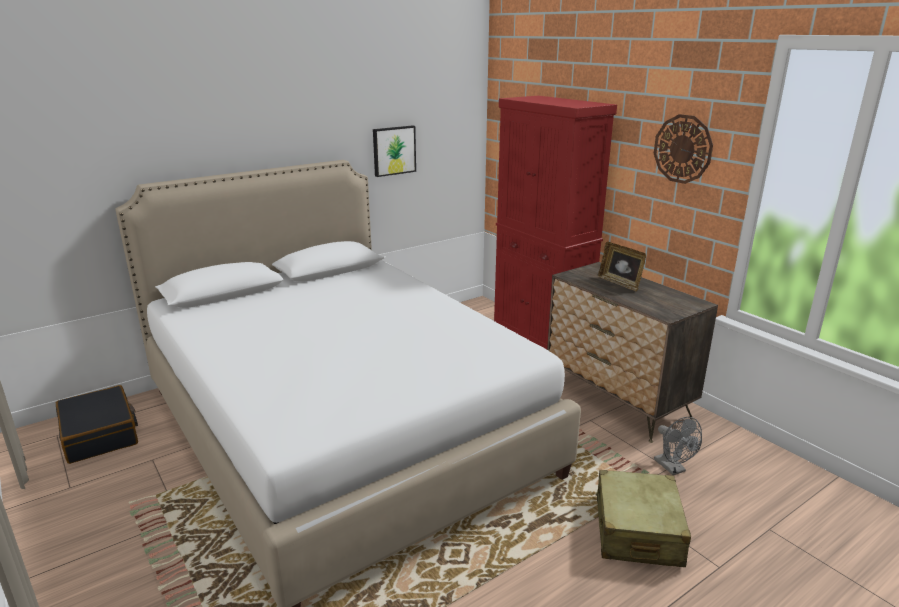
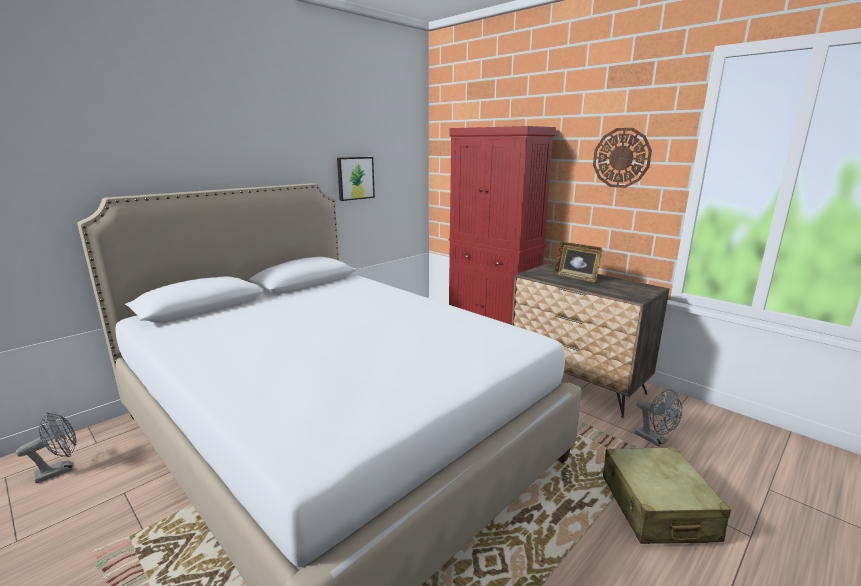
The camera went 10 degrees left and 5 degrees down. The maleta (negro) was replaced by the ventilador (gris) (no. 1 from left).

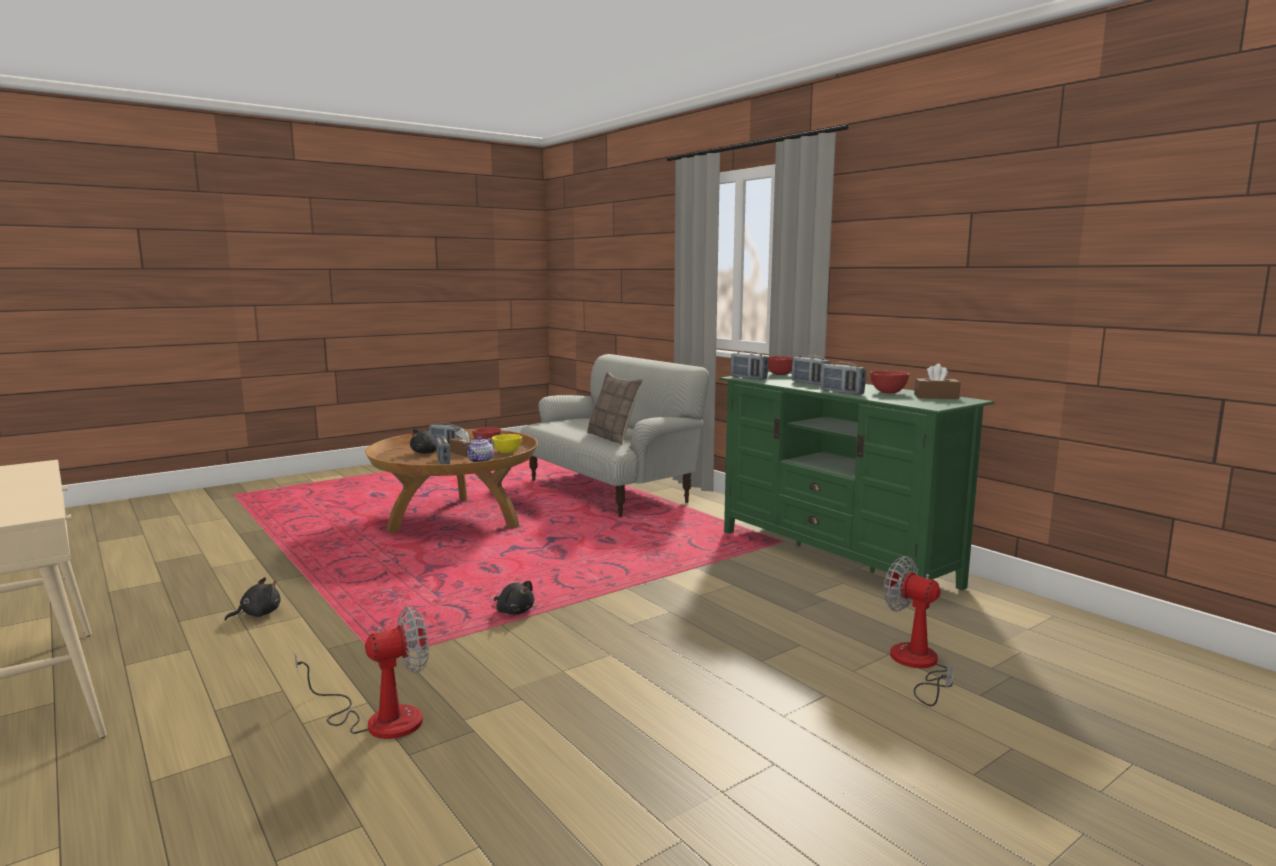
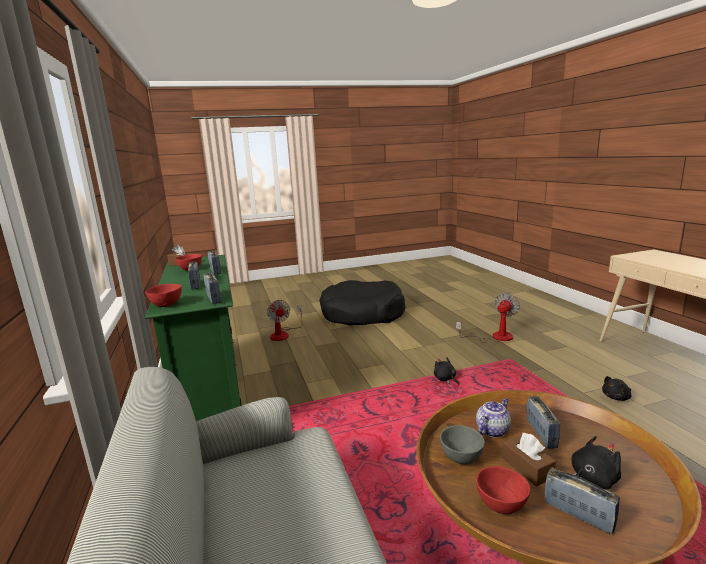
The camera went 160 degrees left and 5 degrees up. The cama para perro (negro) appeared. The cuenco (amarillo) became the cuenco (gris). The ventilador (no. 1 from left in the first image) turned 135 degrees clockwise. The cojín disappeared.

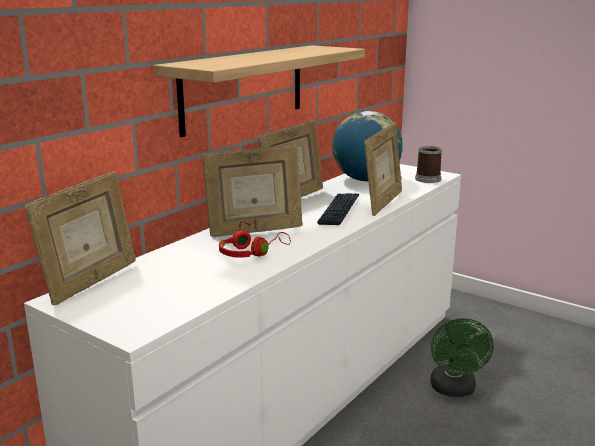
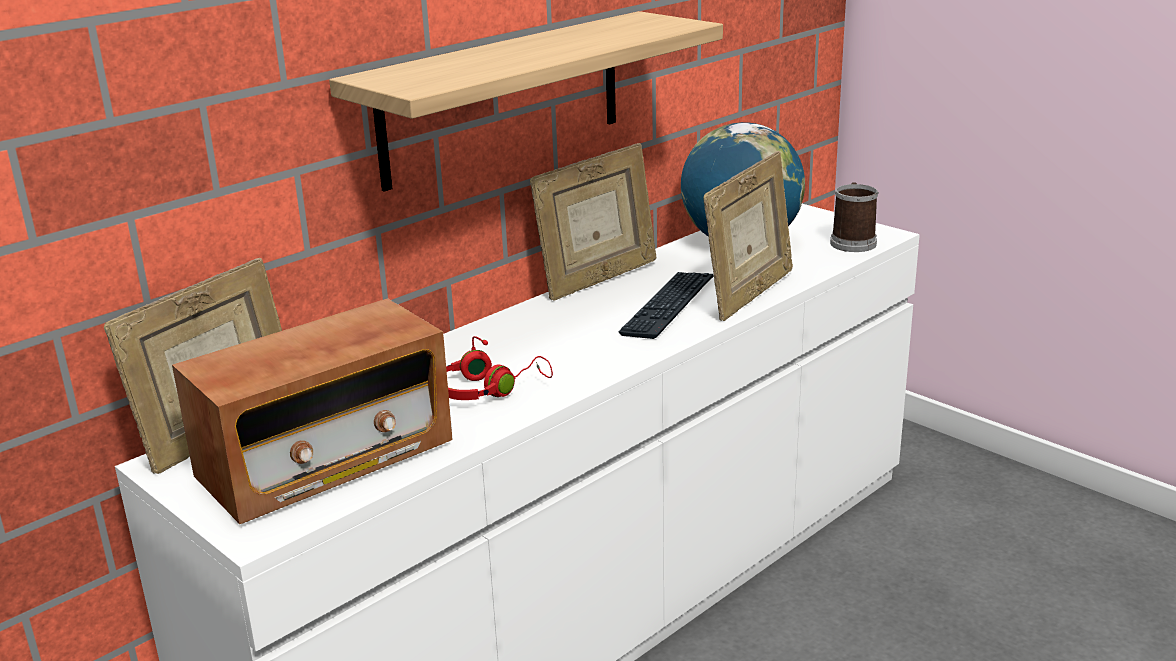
The camera went 10 degrees right and 5 degrees up. The radio appeared. The portarretratos (no. 2 from left) disappeared. The ventilador (verde) disappeared.

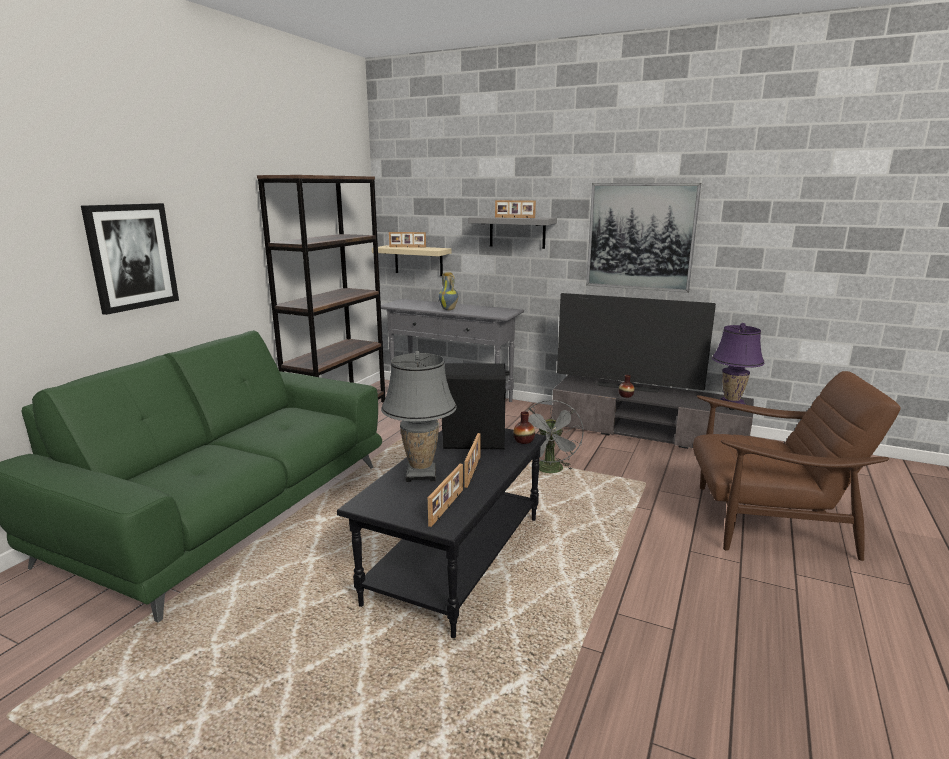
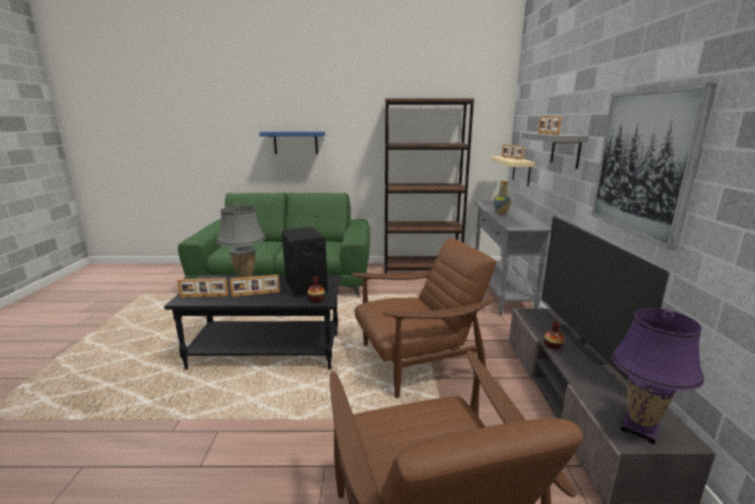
The camera went 65 degrees right and 0 degrees up. The cuadro (no. 1 from left) was replaced by the estante (azul). The ventilador (gris) was replaced by the sillón (marrón) (no. 1 from left).

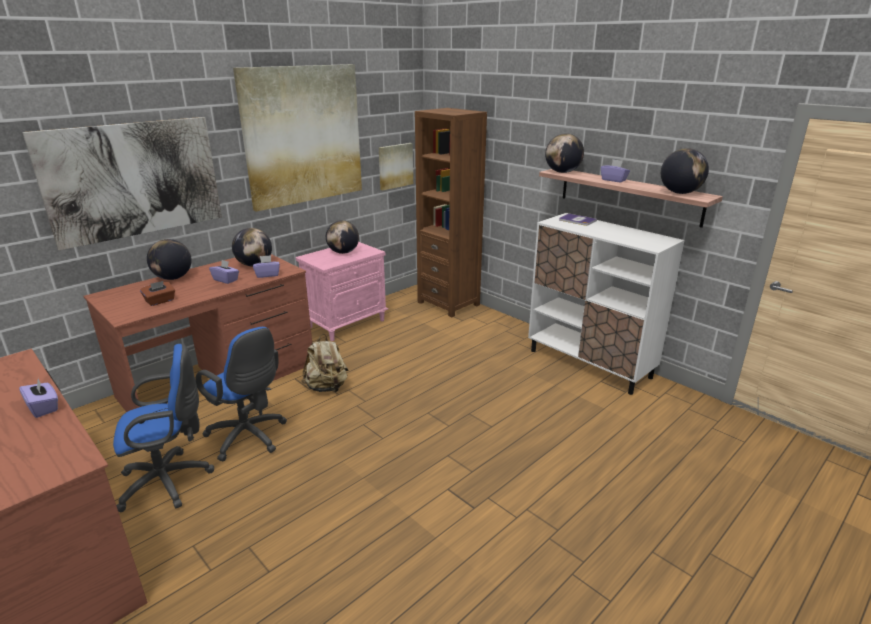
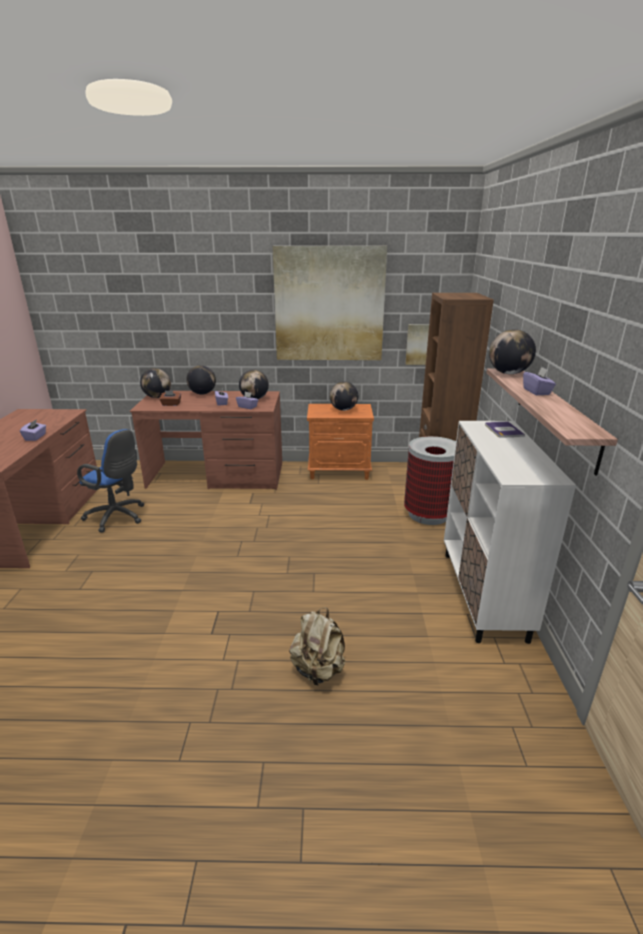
The camera went 45 degrees right and 0 degrees up. The globo terráqueo (no. 5 from left in the first image) moved. The mochila (beis) moved. The mesita de noche (rosa) became the mesita de noche (naranja). The papelera appeared. The cuadro (no. 1 from left) disappeared. The silla de oficina (azul) (no. 2 from left) disappeared.

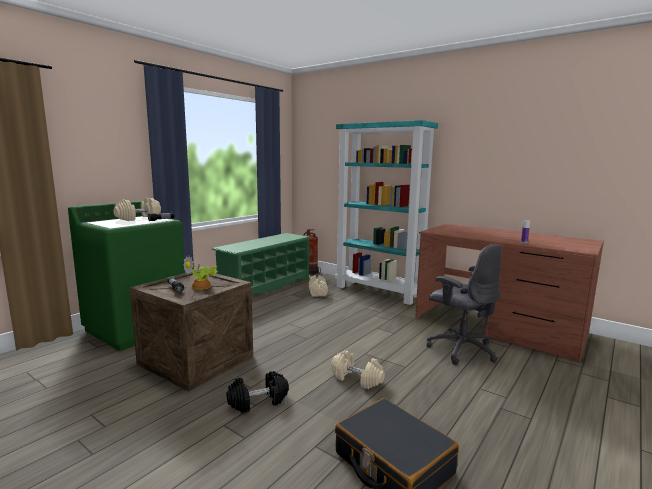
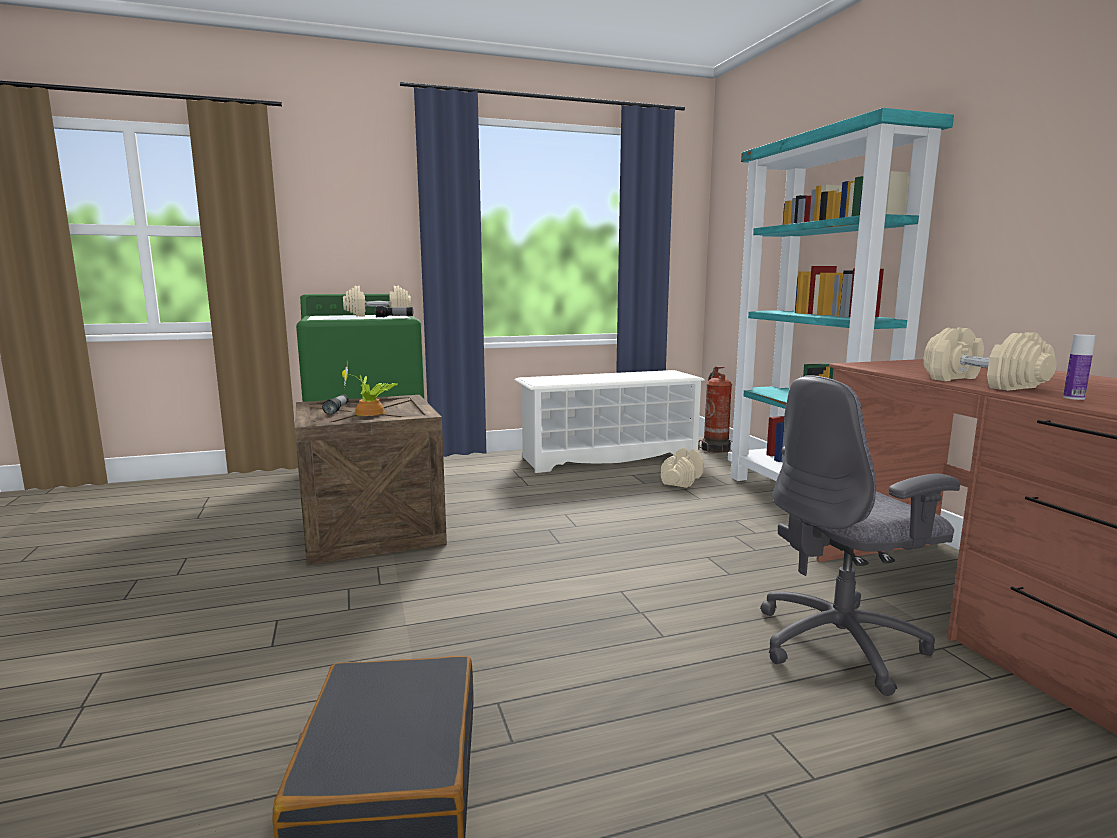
The camera went 35 degrees right and 0 degrees up. The zapatero (verde) became the zapatero (blanco). The silla de oficina (gris) turned 75 degrees clockwise. The mancuerna (beis) (no. 3 from left) moved. The mancuerna (negro) disappeared.

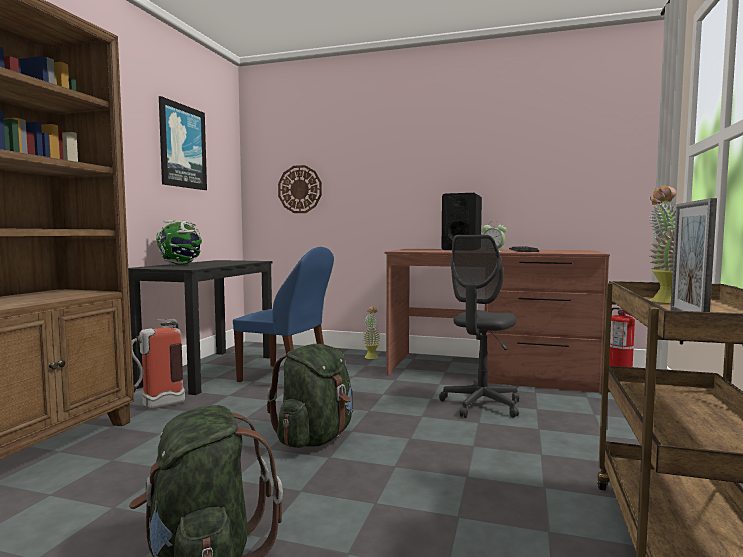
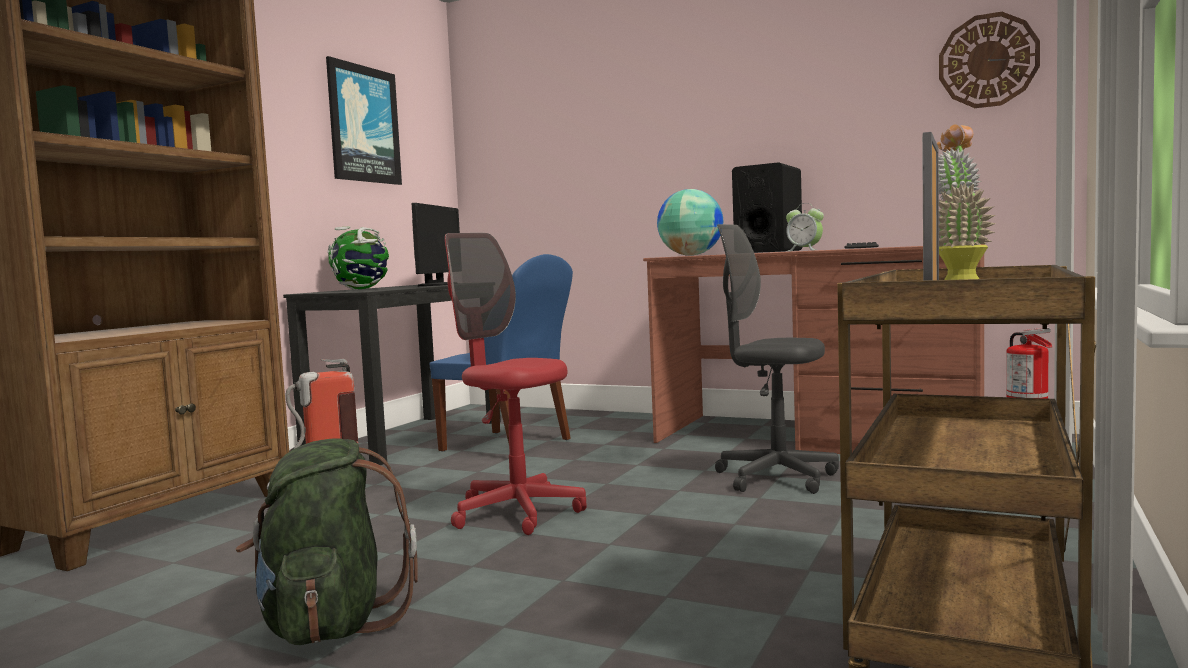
The camera went 10 degrees right and 0 degrees up. The monitor appeared. The mochila (verde) (no. 2 from left) was replaced by the silla de oficina (rojo). The globo terráqueo (no. 2 from left) appeared. The silla de oficina (gris) turned 75 degrees clockwise. The reloj de pared moved. The planta en maceta (no. 1 from left) disappeared.

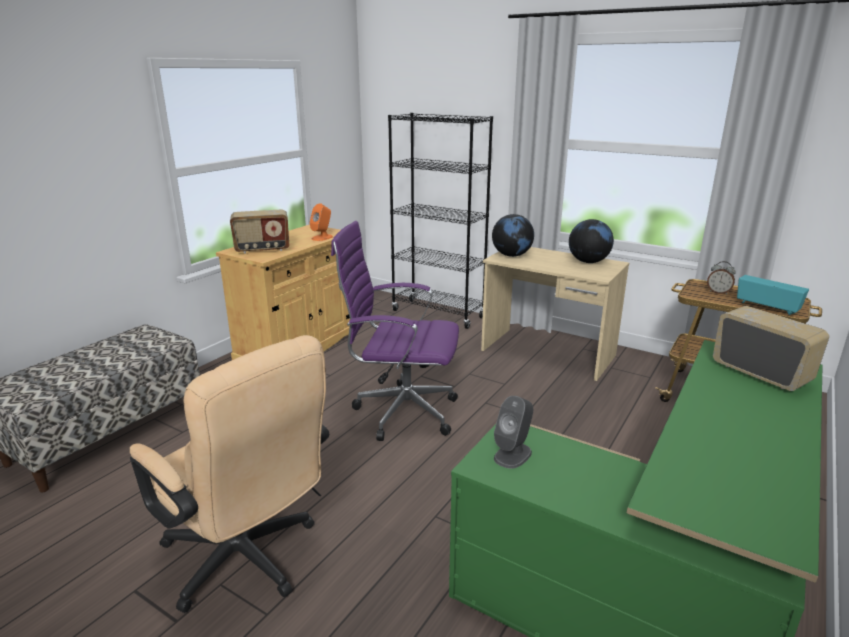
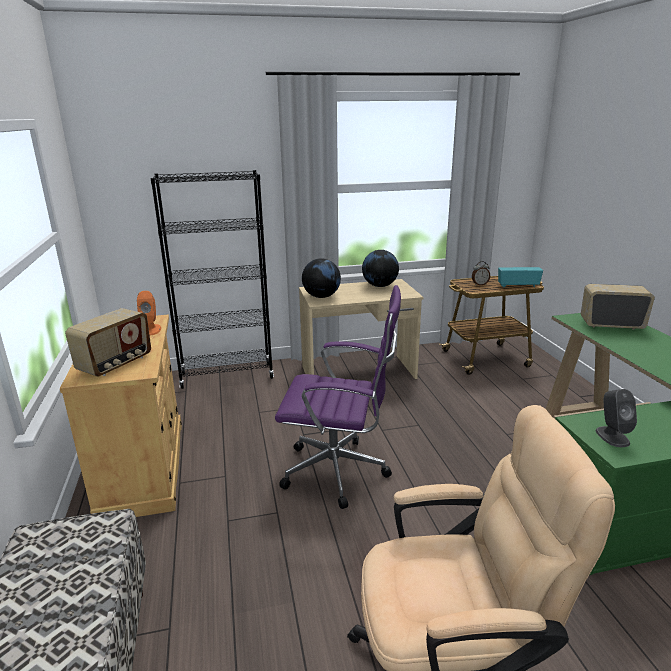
The camera went 45 degrees left and 0 degrees up. The silla de oficina (morado) turned 135 degrees counterclockwise.

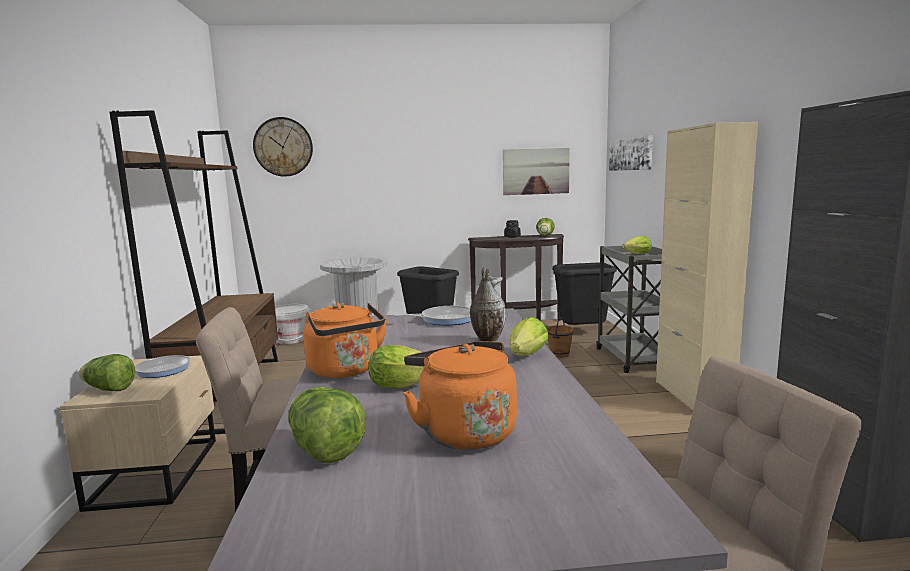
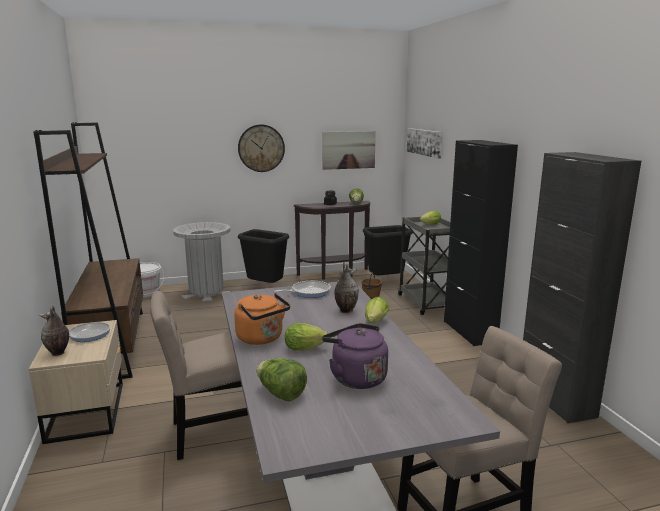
The camera went 10 degrees left and 5 degrees up. The lechuga (no. 1 from left) was replaced by the florero (no. 1 from left). The reloj de pared moved. The hervidor (naranja) (no. 2 from left) became the hervidor (morado). The armario (beis) became the armario (negro) (no. 1 from left).

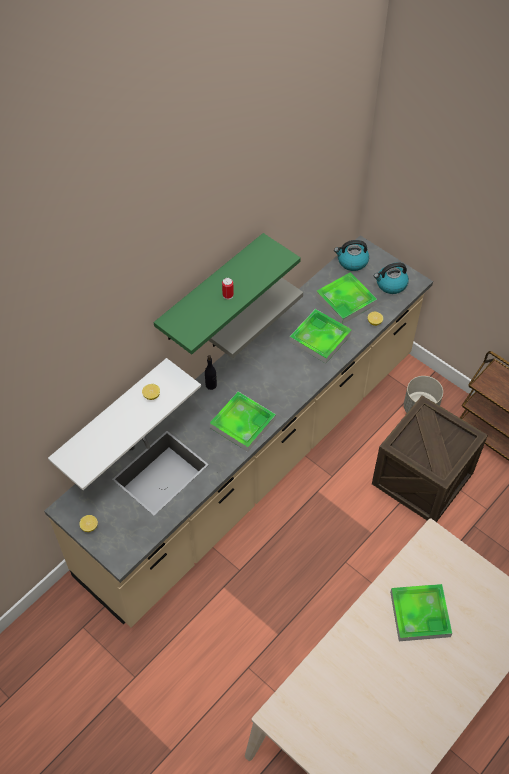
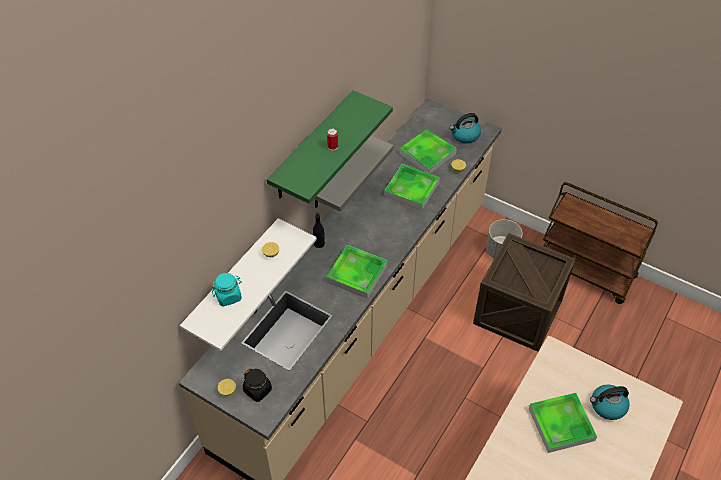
The camera went 10 degrees left and 5 degrees down. The tarro (turquesa) appeared. The tarro (negro) appeared. The hervidor (no. 1 from left in the first image) moved.

